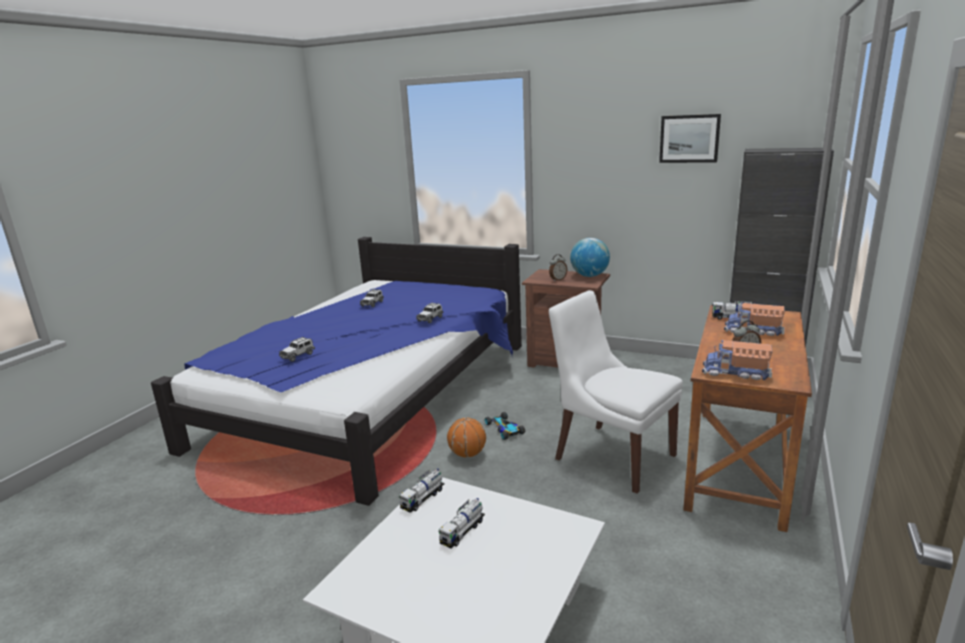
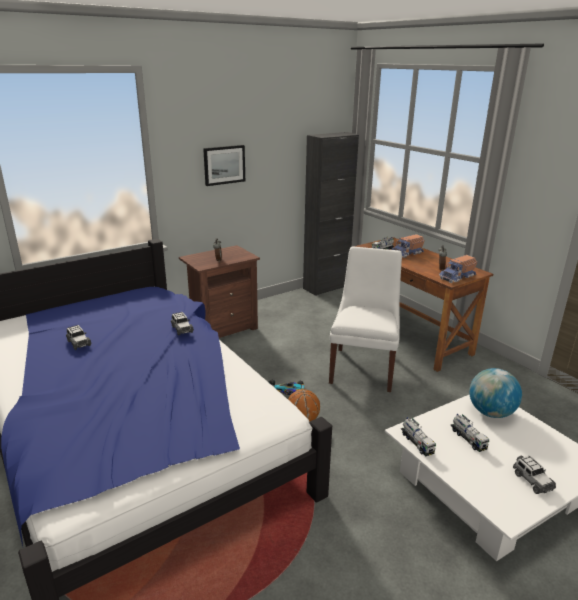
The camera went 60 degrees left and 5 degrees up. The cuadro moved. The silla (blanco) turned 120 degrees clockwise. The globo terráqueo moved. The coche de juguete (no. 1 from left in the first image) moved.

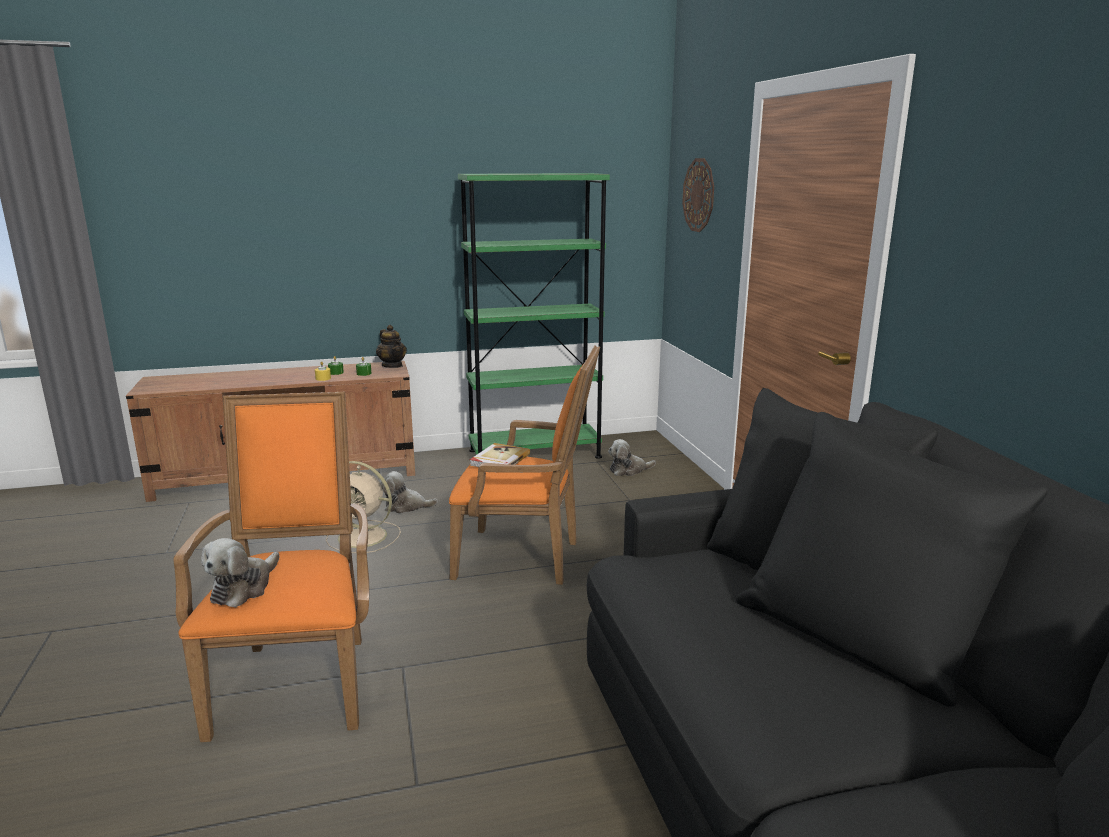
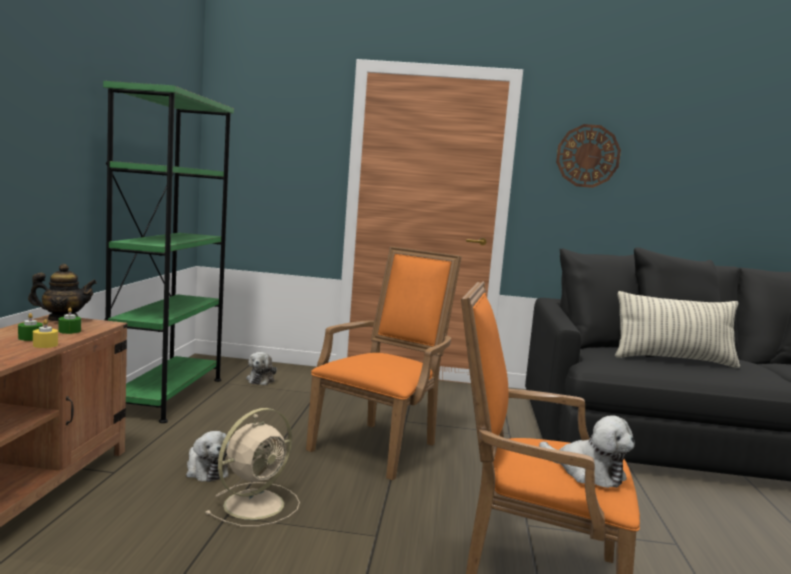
The camera went 70 degrees left and 10 degrees down. The peluche (no. 2 from left in the first image) turned 60 degrees counterclockwise. The reloj de pared moved. The cojín appeared. The libro disappeared.

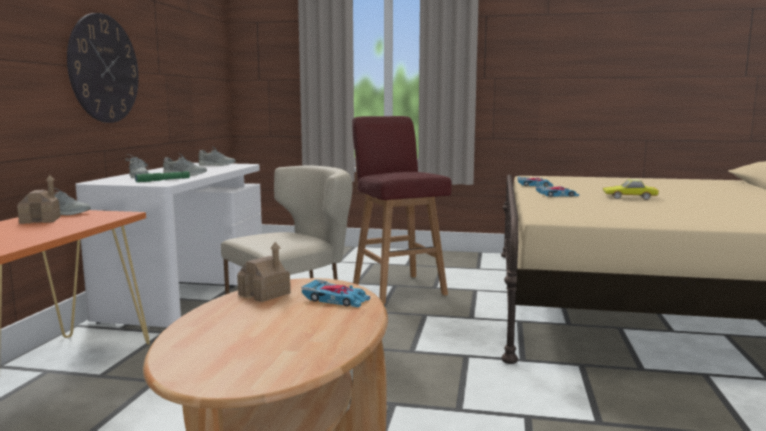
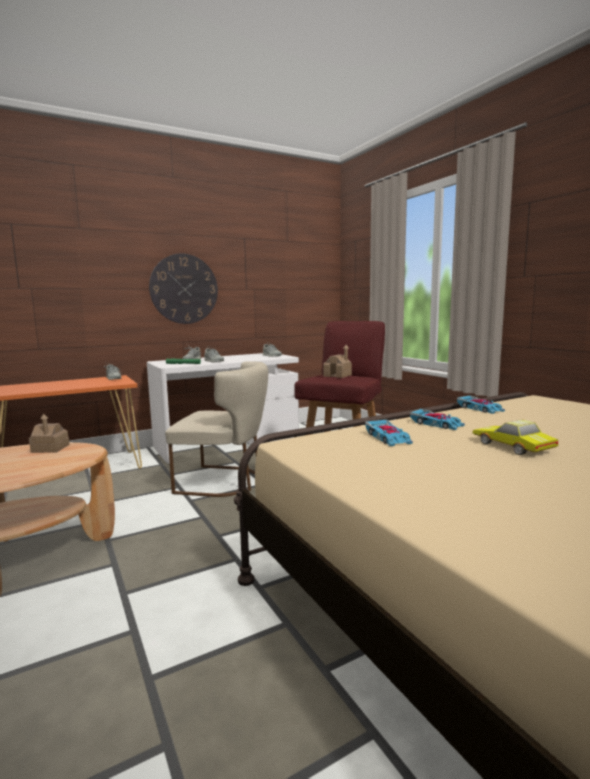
The camera went 50 degrees right and 0 degrees up. The casita (no. 1 from left in the first image) moved. The coche de juguete (no. 1 from left) moved.

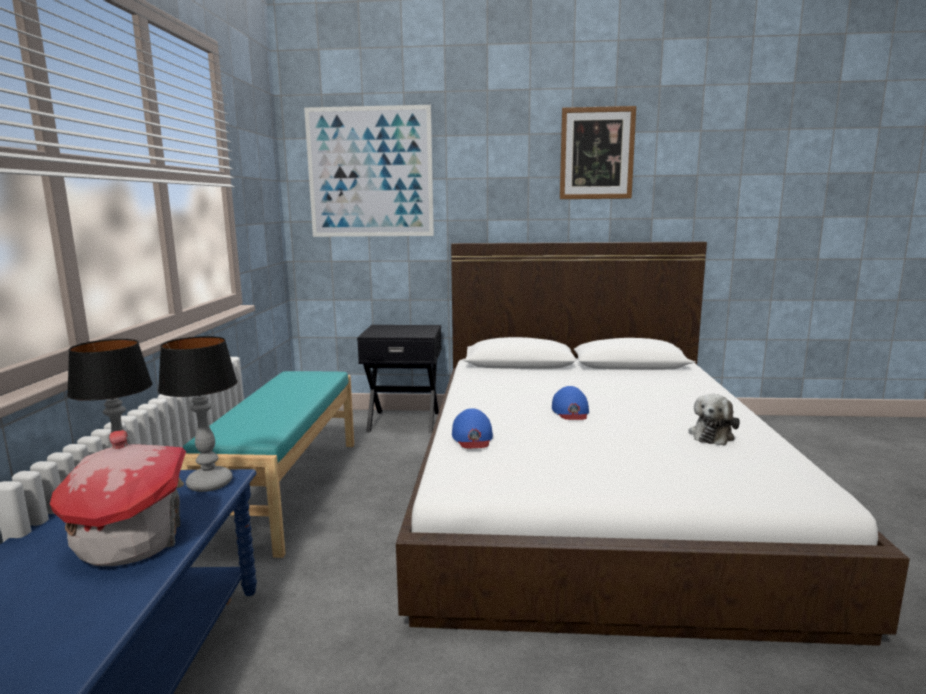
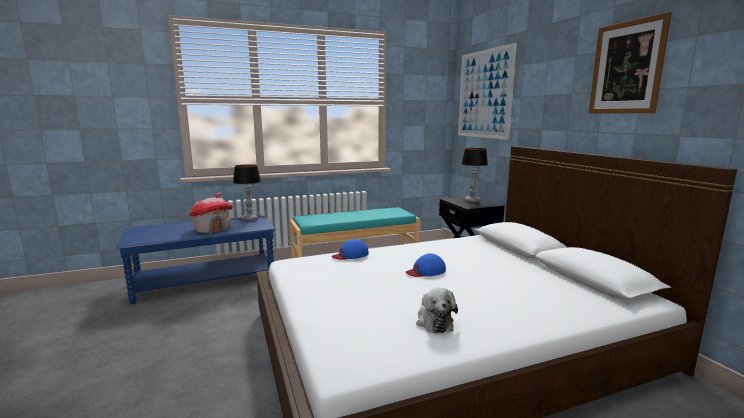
The camera went 65 degrees right and 0 degrees up. The peluche turned 105 degrees counterclockwise. The lámpara de mesa (no. 2 from left) moved.

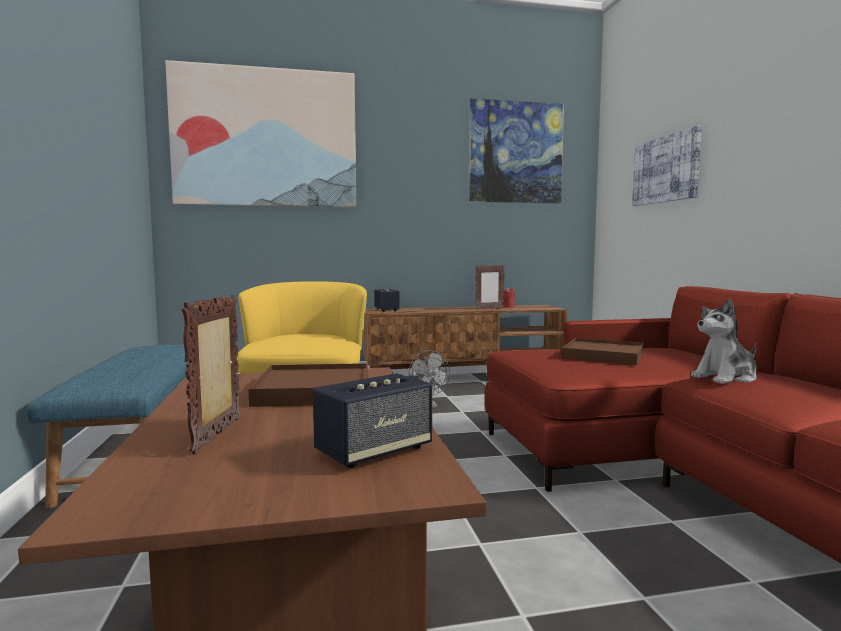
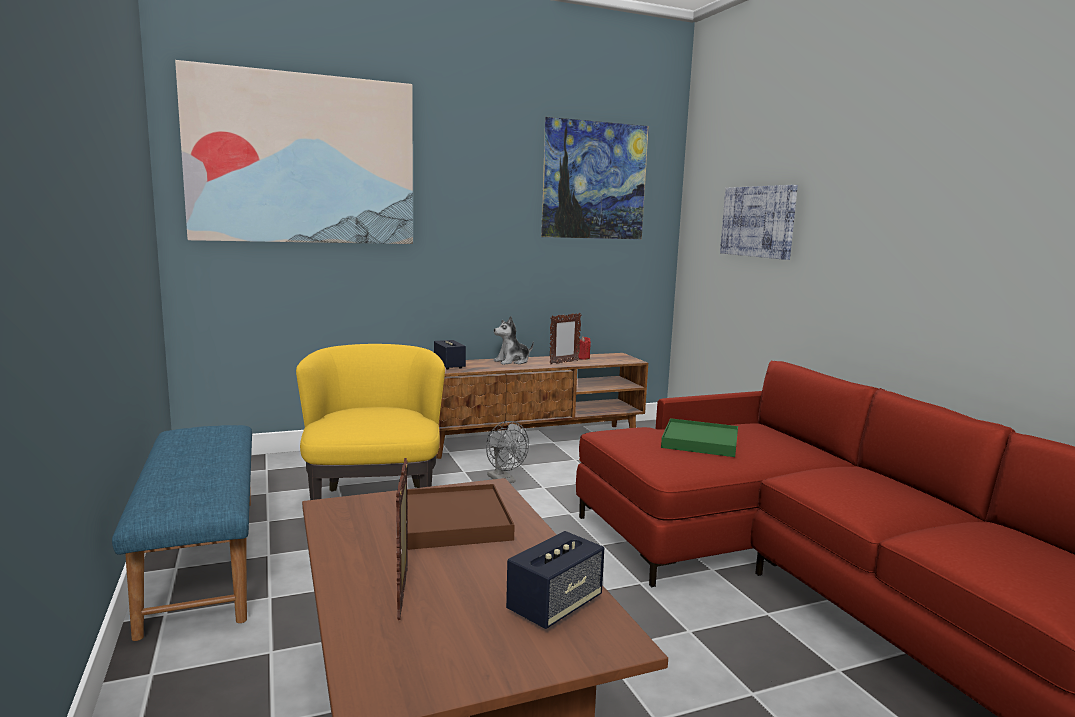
The camera went 10 degrees left and 5 degrees up. The peluche moved. The bandeja (marrón) (no. 2 from left) became the bandeja (verde).

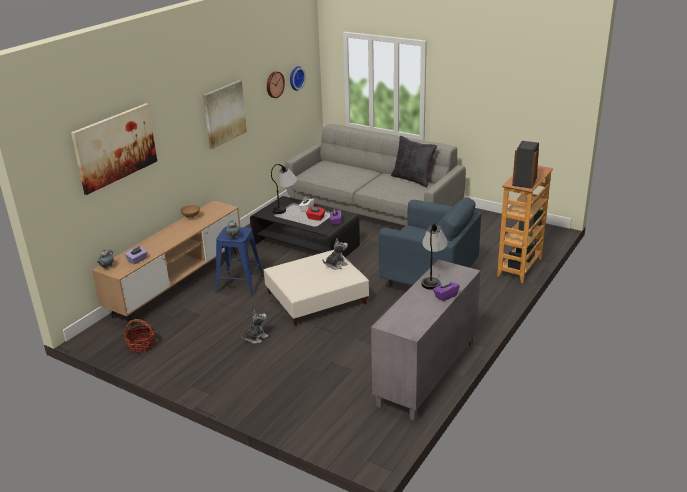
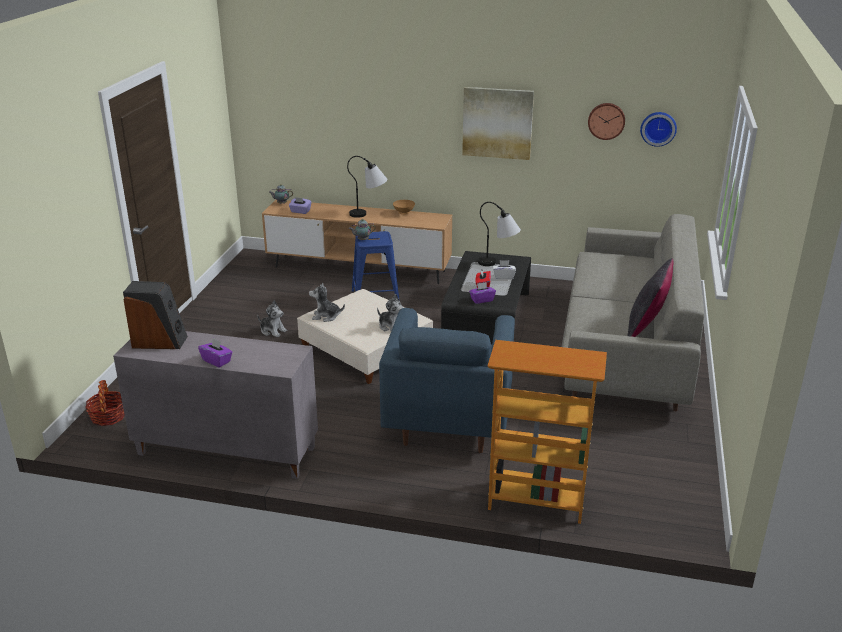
The camera went 70 degrees right and 0 degrees up. The cesta moved. The altavoz moved. The peluche (no. 2 from left) appeared. The lámpara de mesa (no. 2 from left in the first image) moved. The cuadro (no. 1 from left) disappeared.

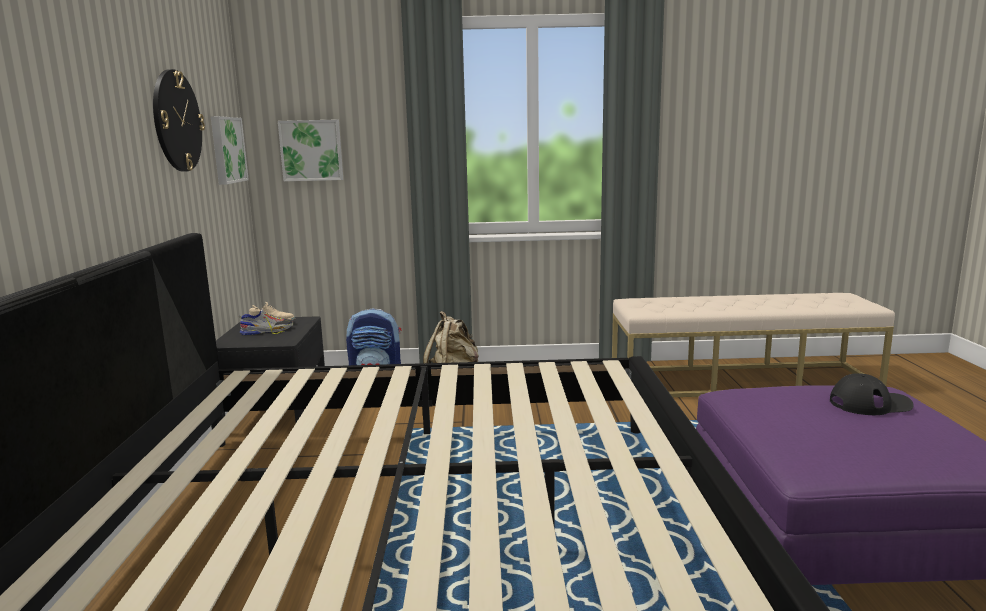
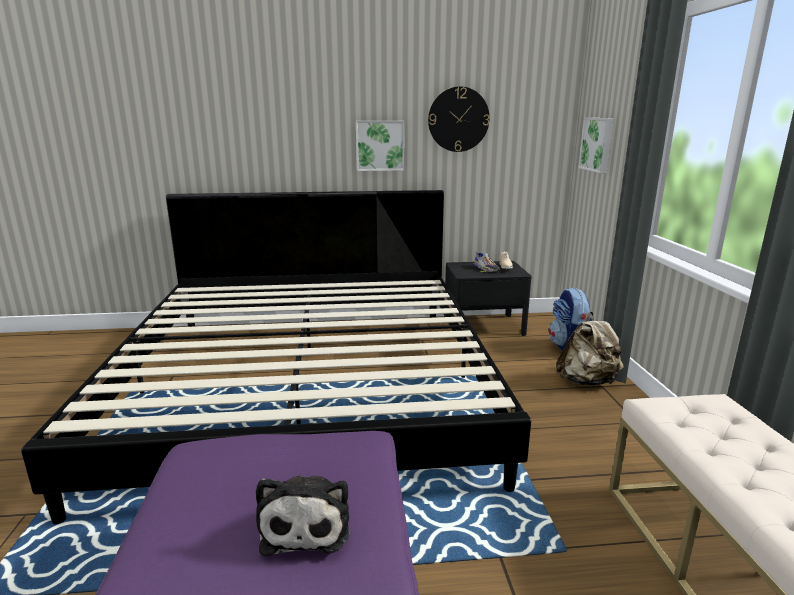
The camera went 85 degrees right and 5 degrees up. The gorra (negro) was replaced by the peluche. The cuadro (no. 1 from left) moved.

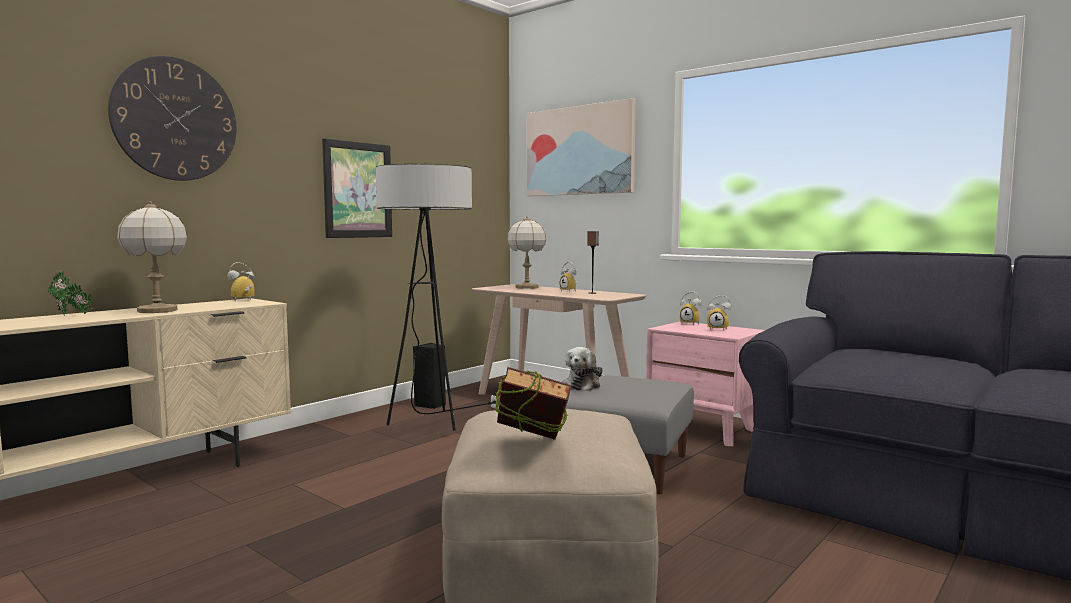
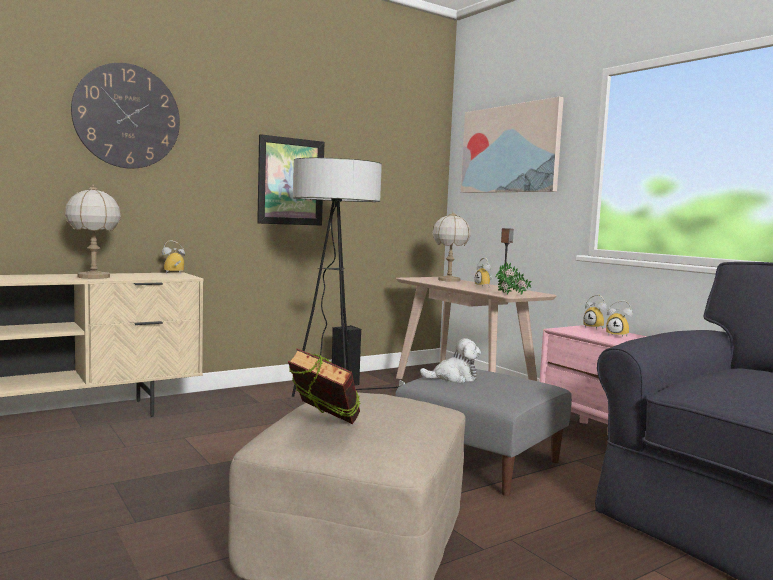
The camera went 15 degrees right and 0 degrees up. The peluche turned 135 degrees counterclockwise. The planta en maceta moved.

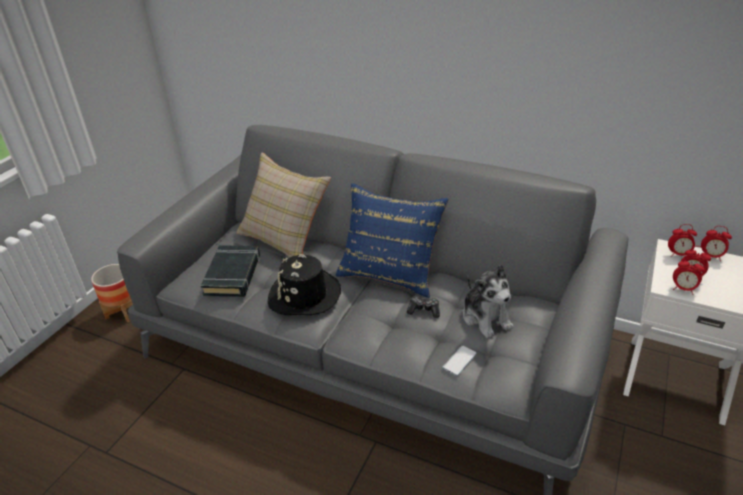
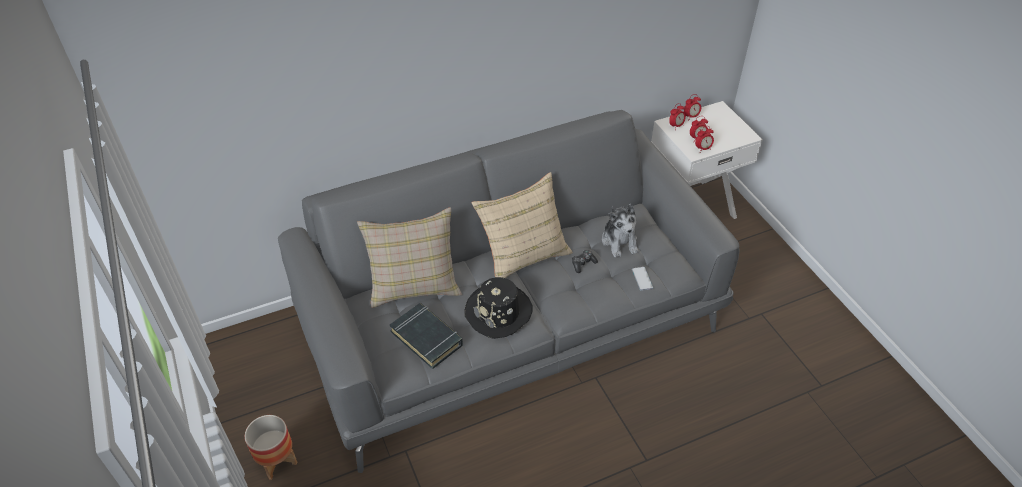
The camera went 50 degrees left and 10 degrees up. The cojín (azul) became the cojín (beis) (no. 2 from left). The peluche turned 60 degrees clockwise.

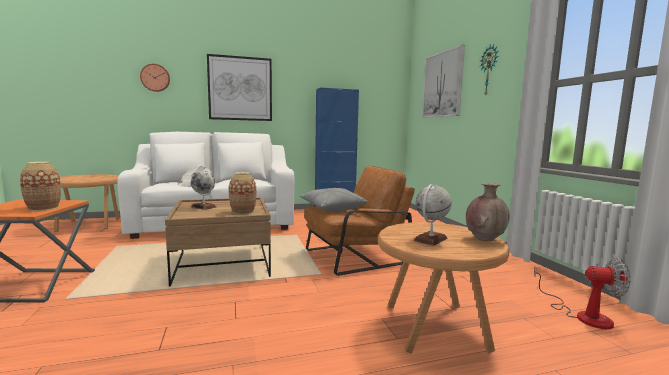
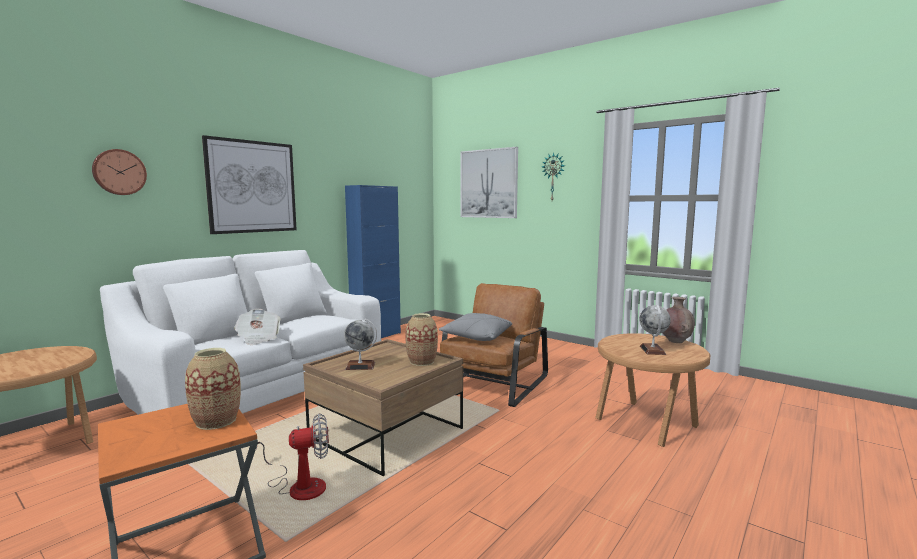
The camera went 35 degrees left and 0 degrees up. The ventilador moved.

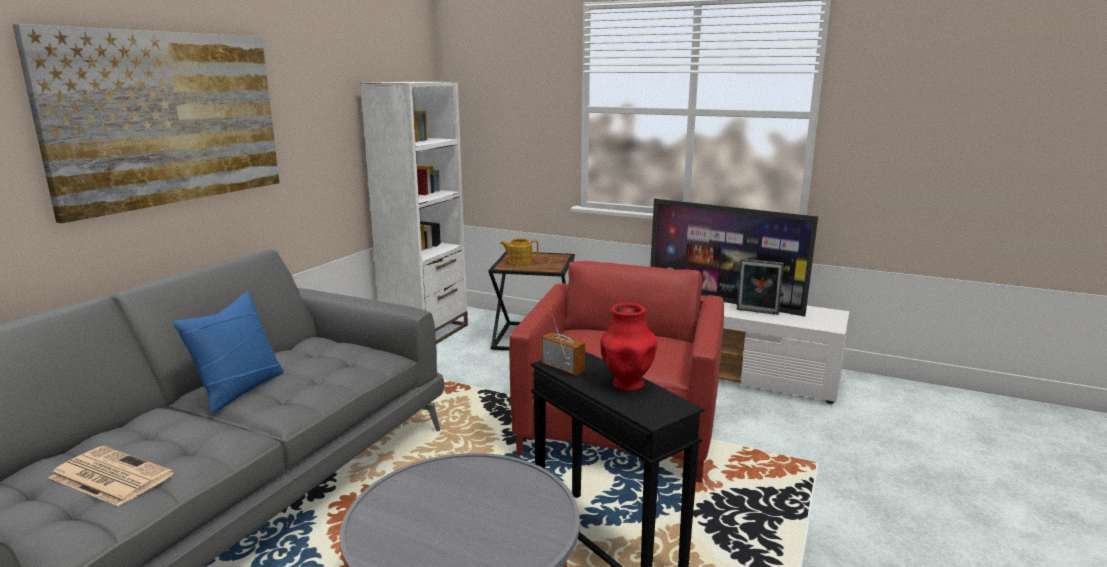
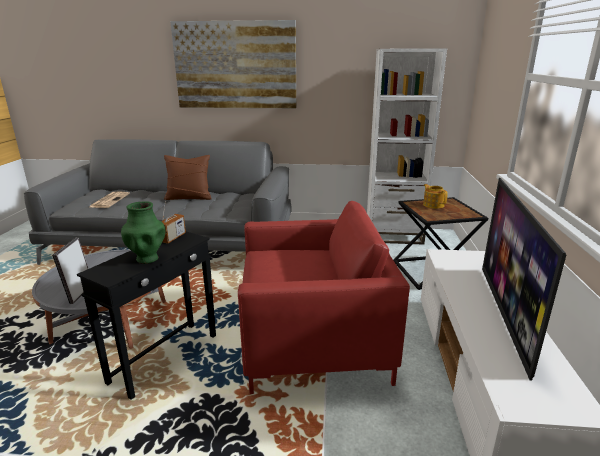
The camera went 70 degrees right and 5 degrees up. The portarretratos moved. The florero (rojo) became the florero (verde). The cojín (azul) became the cojín (marrón).

